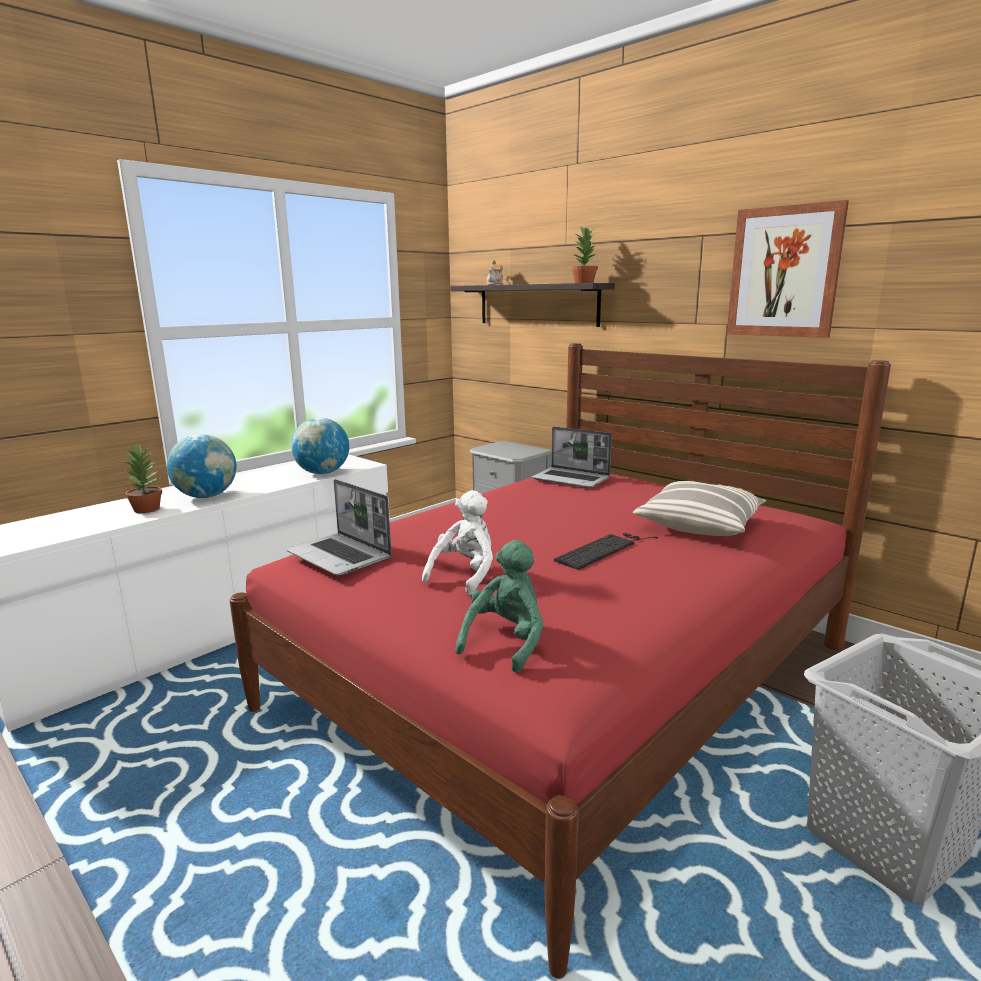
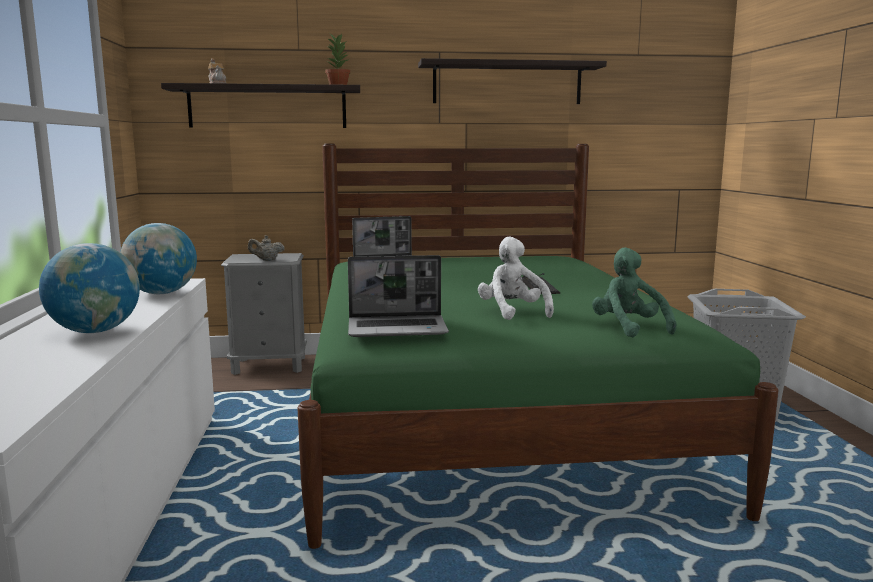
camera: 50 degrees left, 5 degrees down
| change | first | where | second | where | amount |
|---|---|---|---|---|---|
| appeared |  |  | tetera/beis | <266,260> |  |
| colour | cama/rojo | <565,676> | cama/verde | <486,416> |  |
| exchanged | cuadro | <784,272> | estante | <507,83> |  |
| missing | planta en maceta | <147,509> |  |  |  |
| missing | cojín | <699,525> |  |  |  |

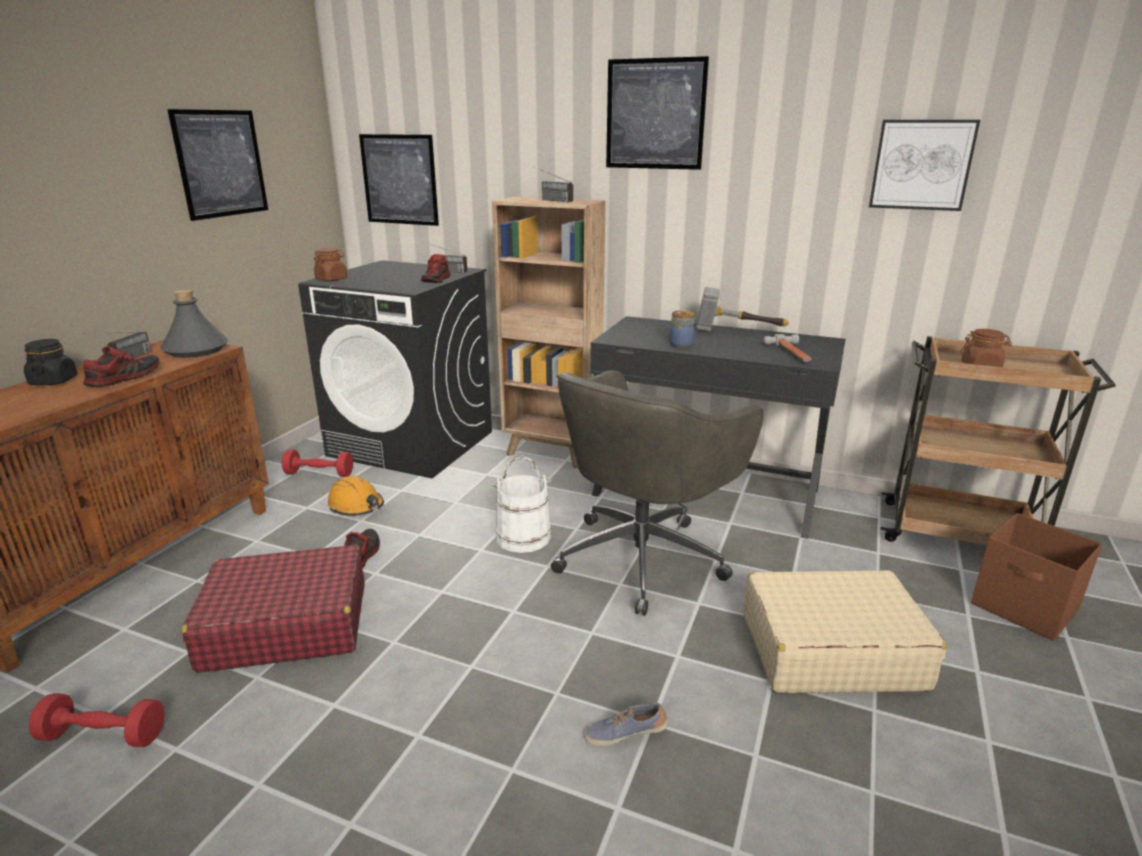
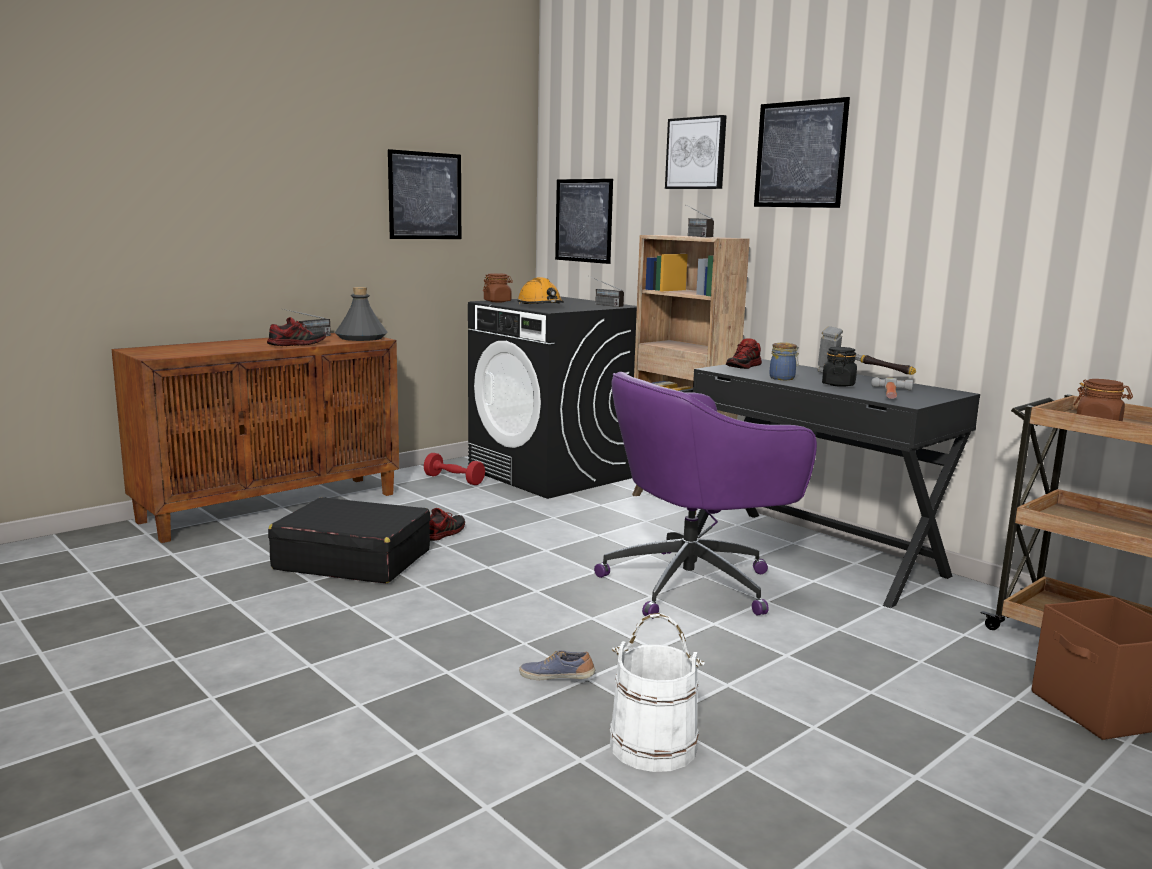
camera: 25 degrees right, 10 degrees down
| change | first | where | second | where | amount |
|---|---|---|---|---|---|
| colour | maleta/rojo | <286,626> | maleta/negro | <352,560> |  |
| relocated | casco/naranja | <356,506> |  | <540,306> |  |
| colour | silla de oficina/gris | <643,556> | silla de oficina/morado | <693,584> |  |
| relocated | cubo/blanco | <523,537> |  | <653,745> |  |
| relocated | cuadro | <921,165> |  | <696,153> |  |
| relocated | zapato | <436,280> |  | <744,366> |  |
| relocated | tarro/negro | <54,381> |  | <838,384> |  |
| missing | mancuerna/rojo | <103,736> |  |  |  |
| missing | maleta/beis | <830,650> |  |  |  |

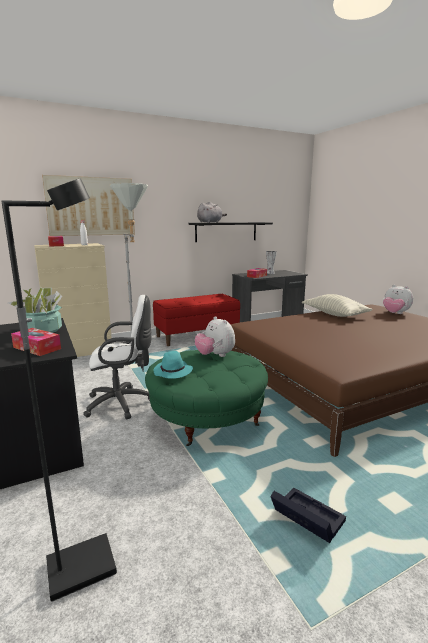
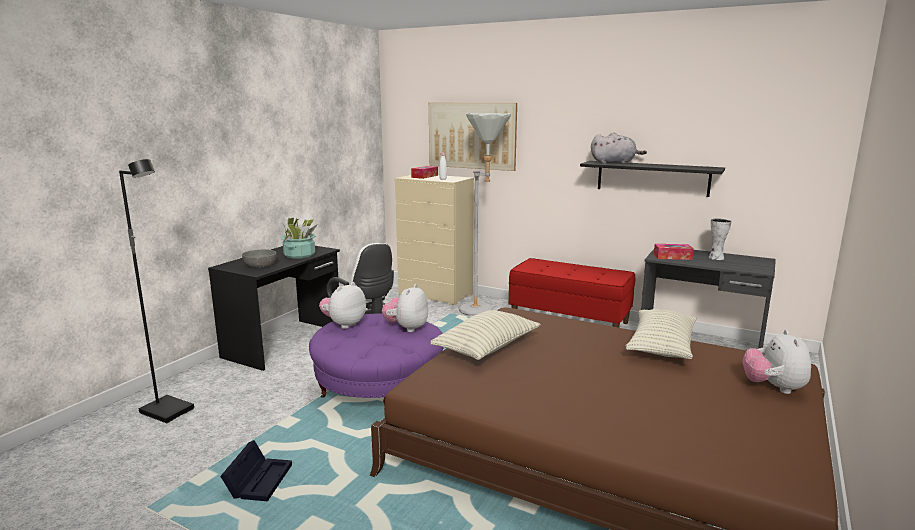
camera: 55 degrees right, 0 degrees up
| change | first | where | second | where | amount |
|---|---|---|---|---|---|
| exchanged | caja de pañuelos | <37,348> | cuenco/gris | <260,265> |  |
| colour | puf/verde | <207,417> | puf/morado | <379,390> |  |
| exchanged | sombrero/turquesa | <173,372> | peluche | <344,324> |  |
| appeared |  |  | cojín | <487,348> |  |

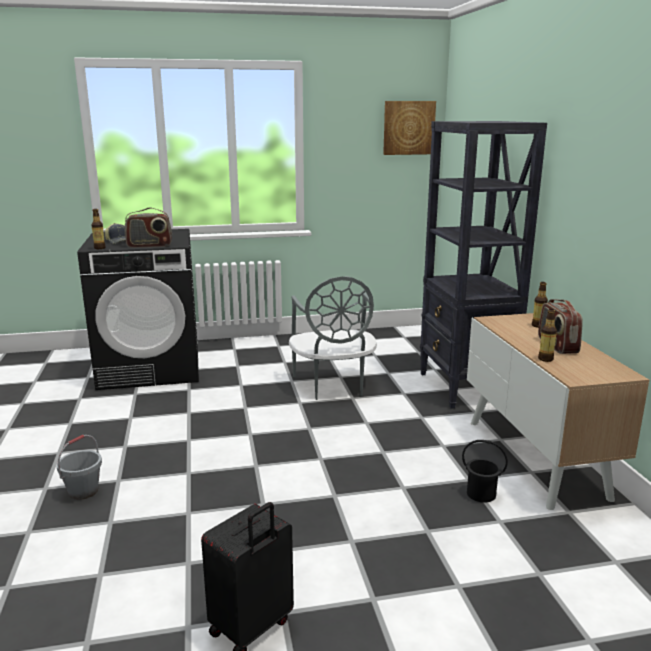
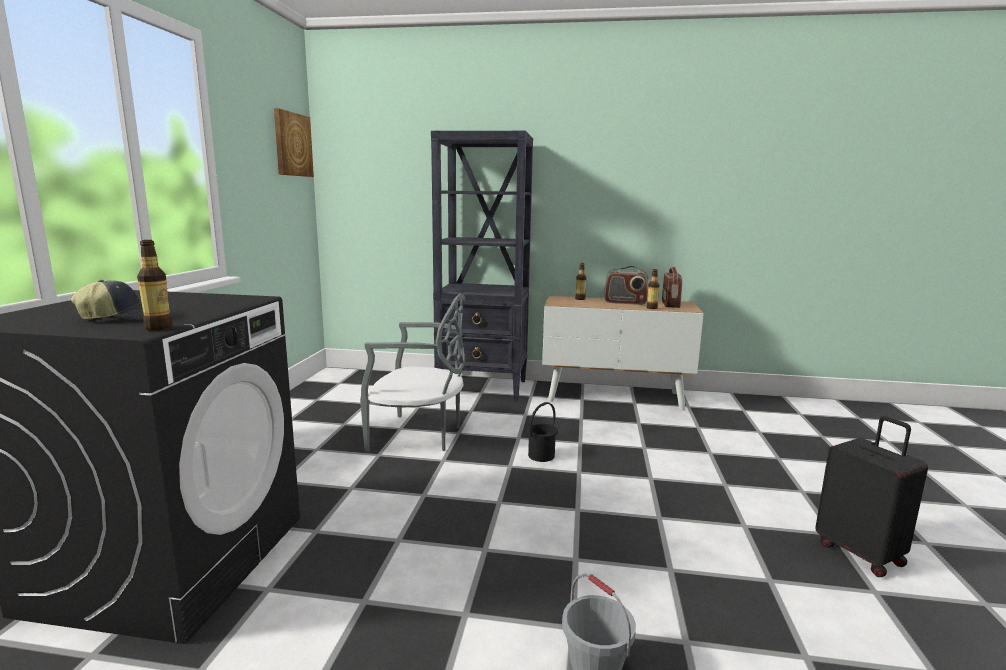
camera: 70 degrees left, 5 degrees down
| change | first | where | second | where | amount |
|---|---|---|---|---|---|
| relocated | cubo/negro | <481,493> |  | <540,455> |  |
| relocated | radio | <149,246> |  | <671,304> |  |

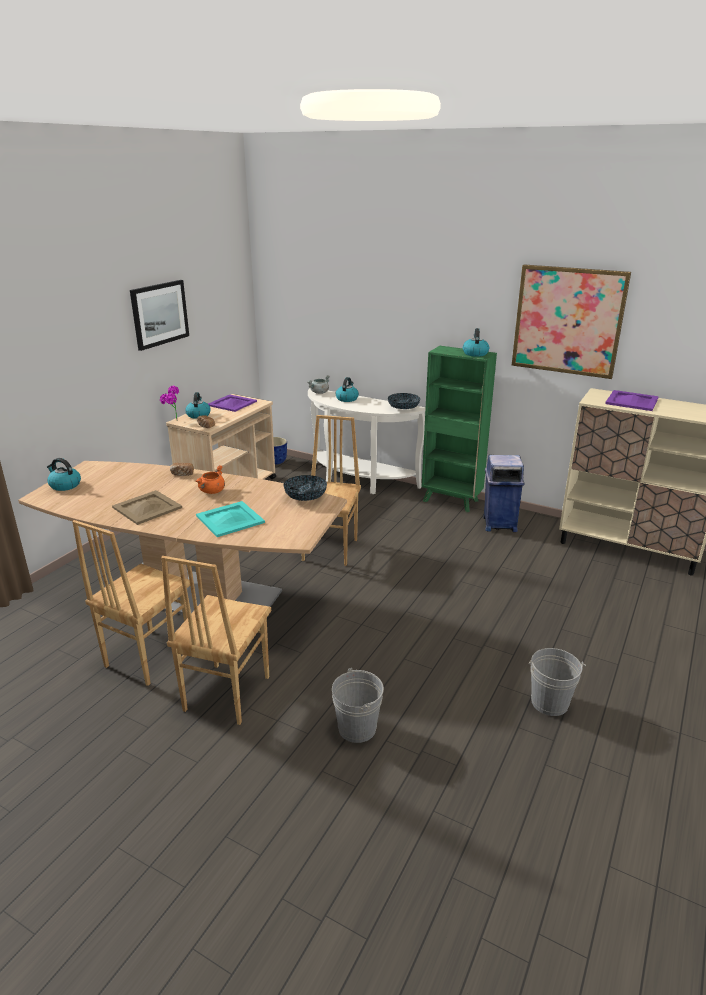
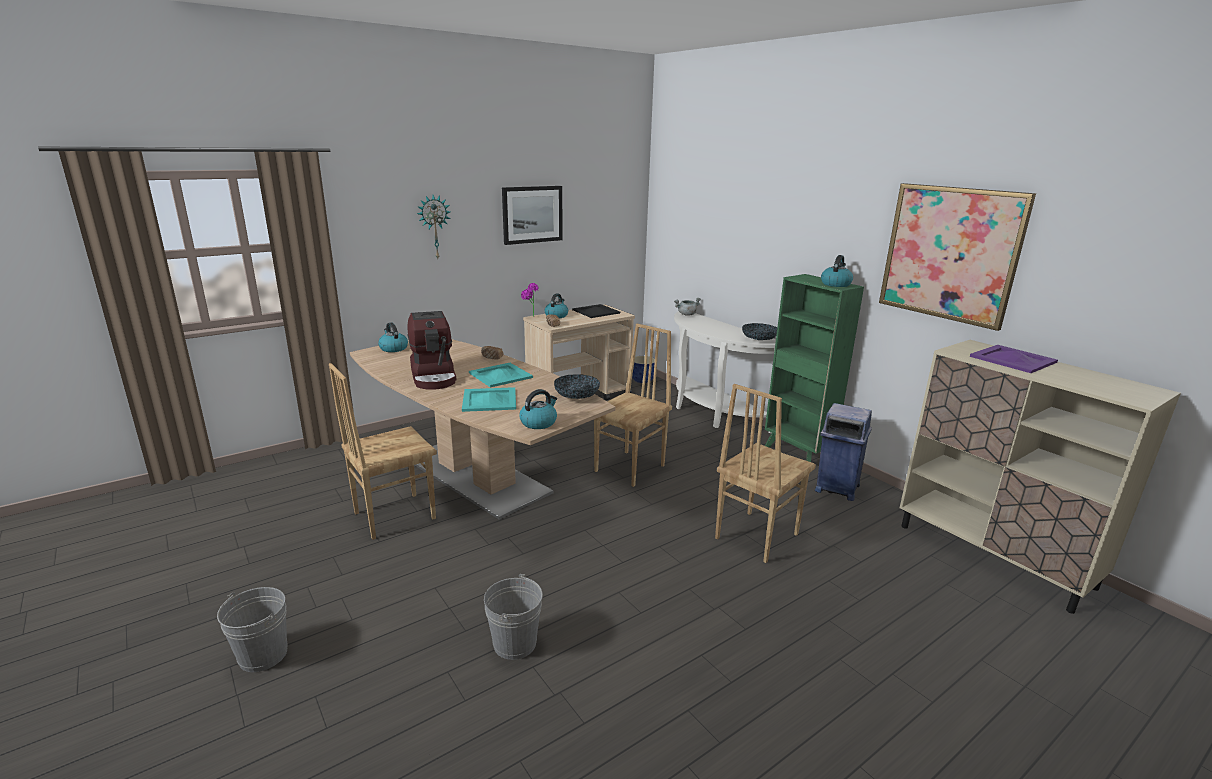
camera: 25 degrees right, 5 degrees down
| change | first | where | second | where | amount |
|---|---|---|---|---|---|
| relocated | cubo/gris | <549,702> |  | <263,655> |  |
| exchanged | bandeja/beis | <147,507> | cafetera | <434,376> |  |
| appeared |  |  | reloj de pared | <434,227> |  |
| exchanged | olla/naranja | <212,491> | bandeja/turquesa | <500,375> |  |
| relocated | hervidor | <347,399> |  | <538,422> |  |
| colour | bandeja/morado | <232,403> | bandeja/negro | <596,311> |  |
| relocated | silla/marrón | <225,693> |  | <755,536> |  |

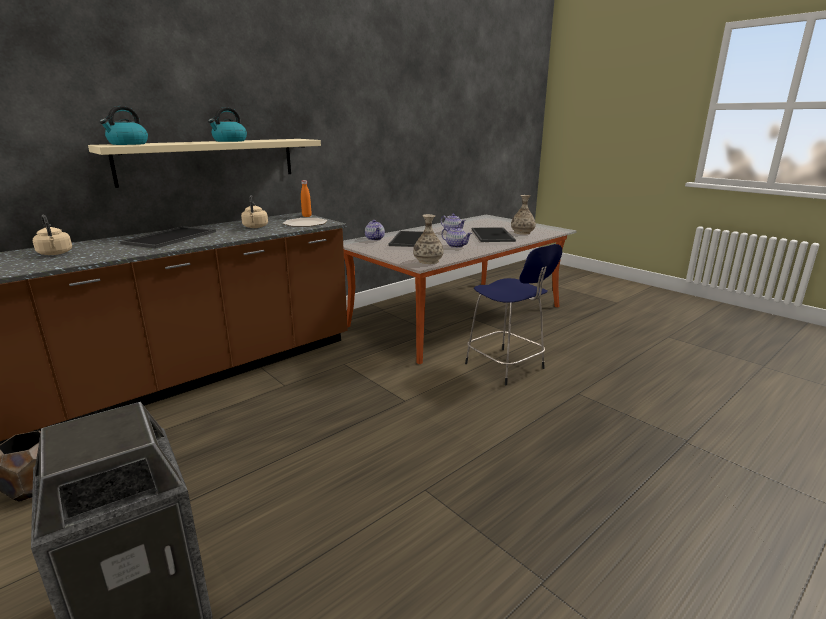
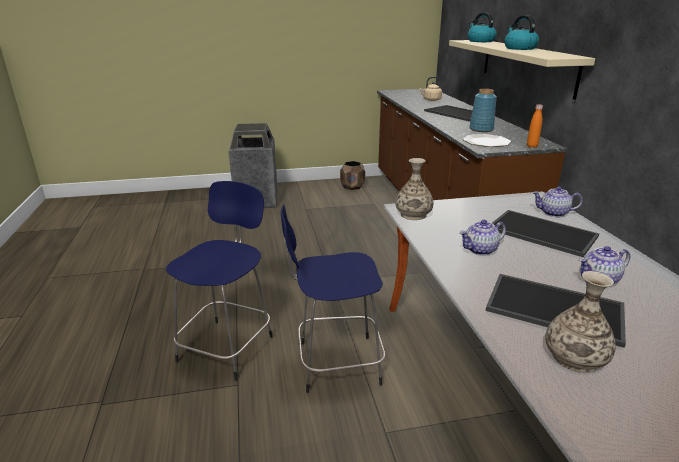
camera: 120 degrees right, 5 degrees up
| change | first | where | second | where | amount |
|---|---|---|---|---|---|
| appeared |  |  | taburete/azul | <228,346> |  |
| exchanged | hervidor/beis | <255,227> | florero/azul | <481,129> |  |

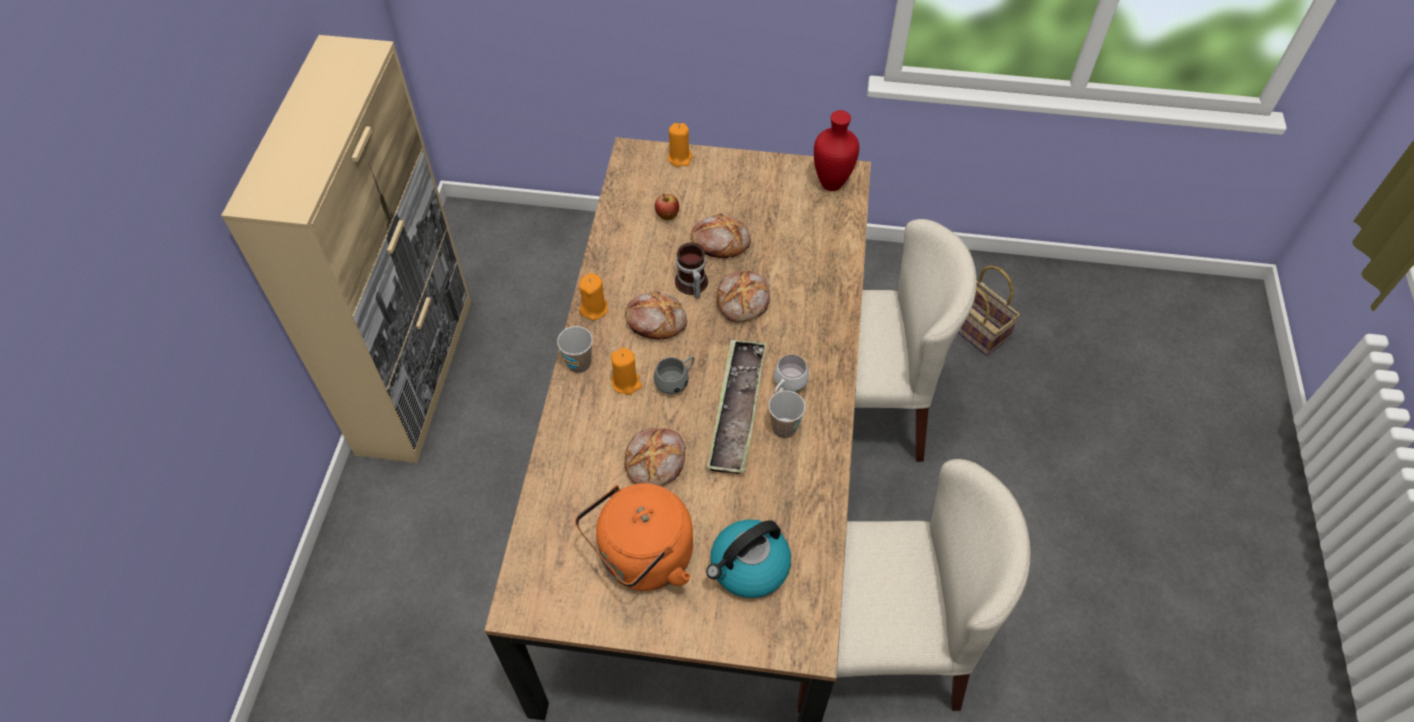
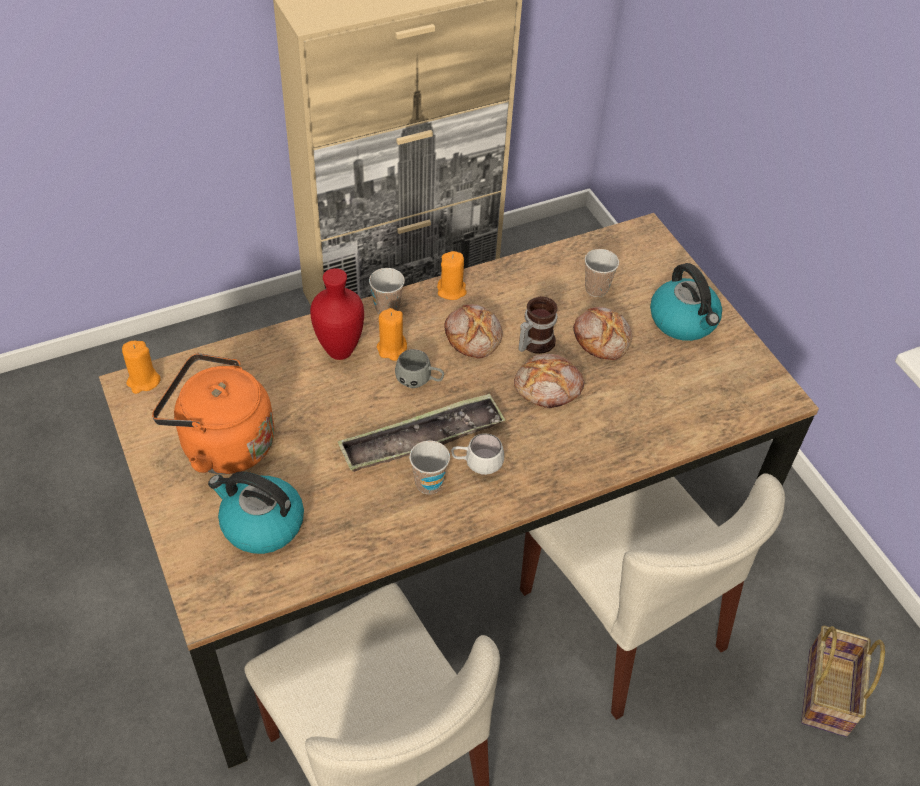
camera: 55 degrees right, 5 degrees down
| change | first | where | second | where | amount |
|---|---|---|---|---|---|
| relocated | vela/naranja | <680,158> |  | <143,381> |  |
| relocated | florero/rojo | <833,184> |  | <340,353> |  |
| exchanged | manzana | <667,216> | taza | <596,289> |  |
| appeared |  |  | hervidor | <684,321> |  |
| missing | pan | <656,462> |  |  |  |

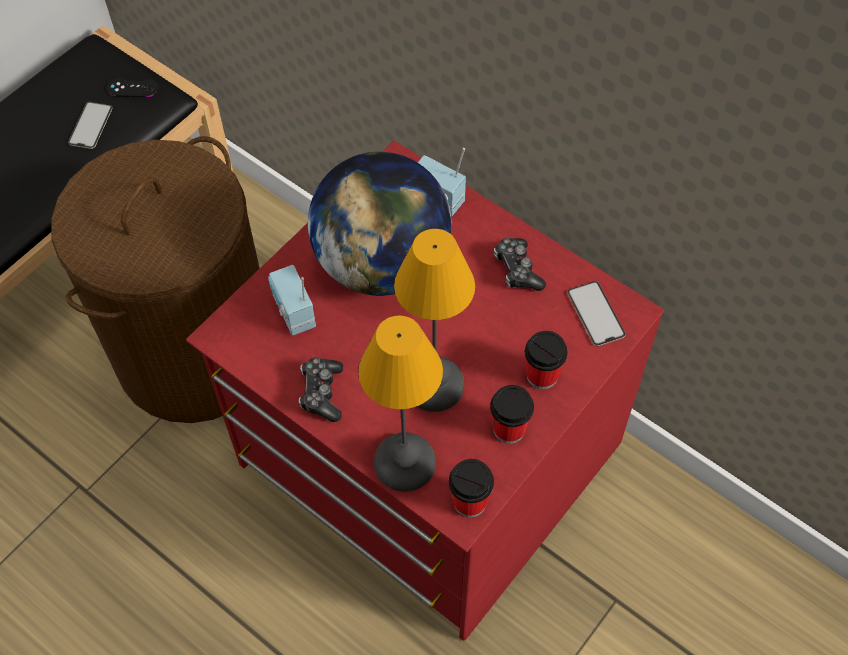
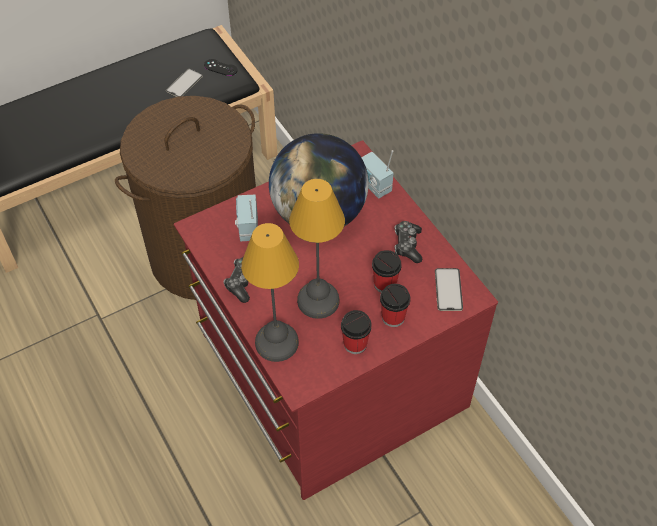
camera: 20 degrees right, 5 degrees down
| change | first | where | second | where | amount |
|---|---|---|---|---|---|
| relocated | taza | <469,501> |  | <385,284> |  |

